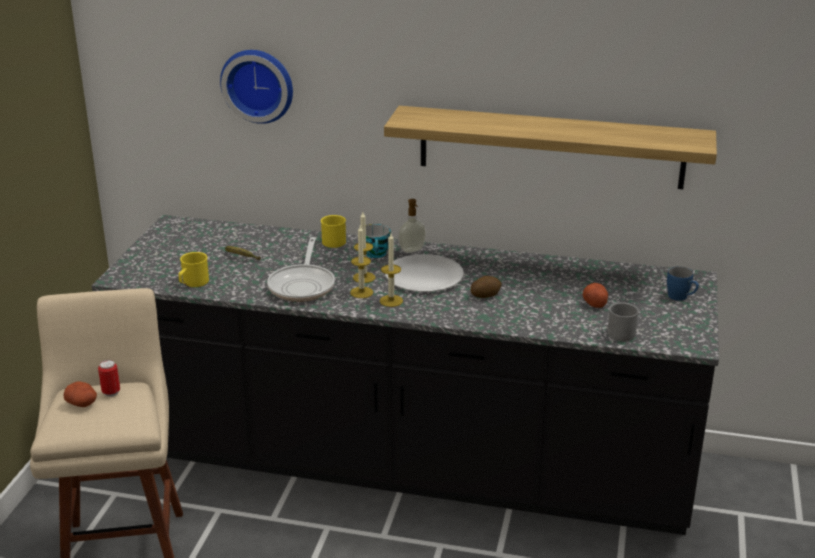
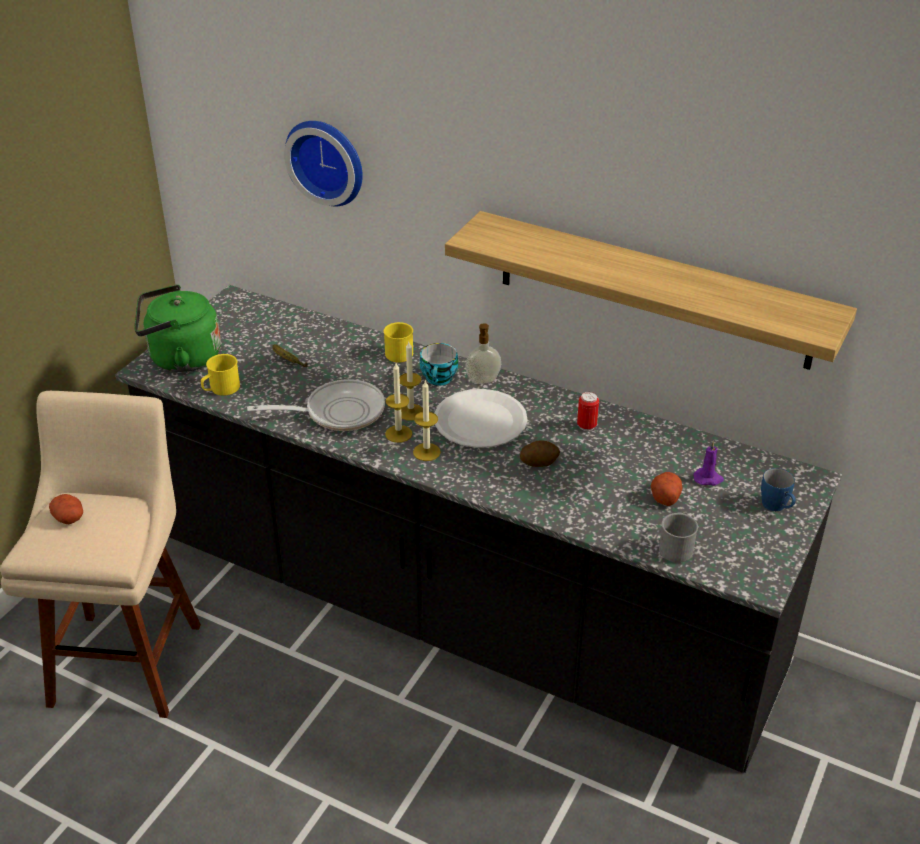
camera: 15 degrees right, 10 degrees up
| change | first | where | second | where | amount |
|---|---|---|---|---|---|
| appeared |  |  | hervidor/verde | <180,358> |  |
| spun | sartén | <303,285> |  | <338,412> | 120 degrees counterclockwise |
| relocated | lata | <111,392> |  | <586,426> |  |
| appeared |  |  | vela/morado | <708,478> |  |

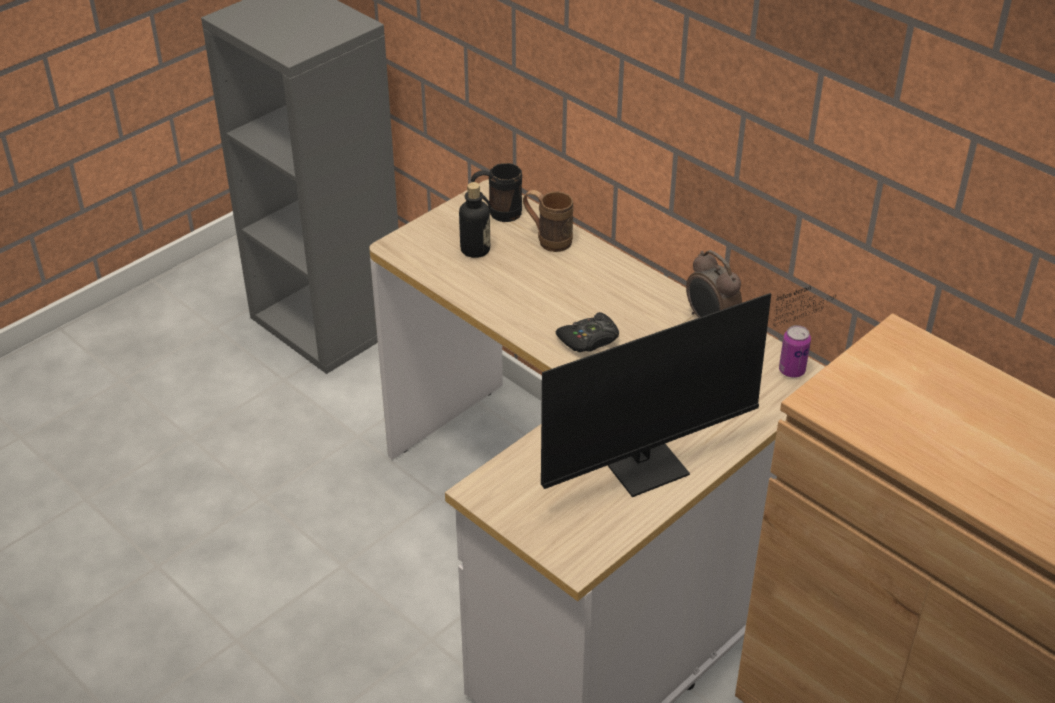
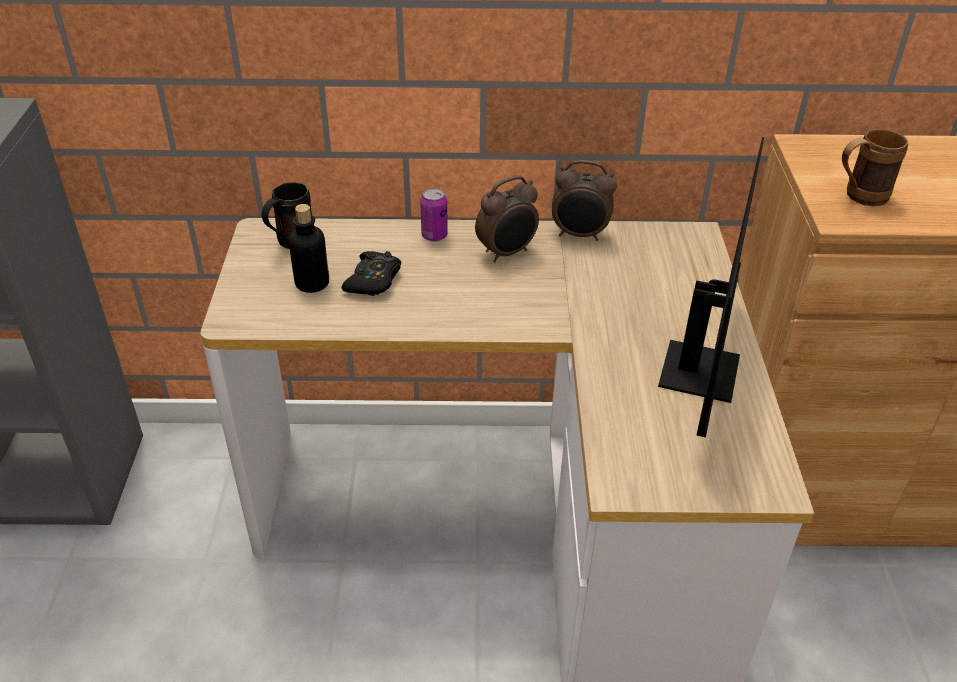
camera: 45 degrees left, 0 degrees up
| change | first | where | second | where | amount |
|---|---|---|---|---|---|
| relocated | mando de consola/negro | <589,339> |  | <373,280> |  |
| relocated | lata | <791,370> |  | <434,235> |  |
| appeared |  |  | despertador | <507,253> |  |
| relocated | taza grande/marrón | <547,240> |  | <858,197> |  |

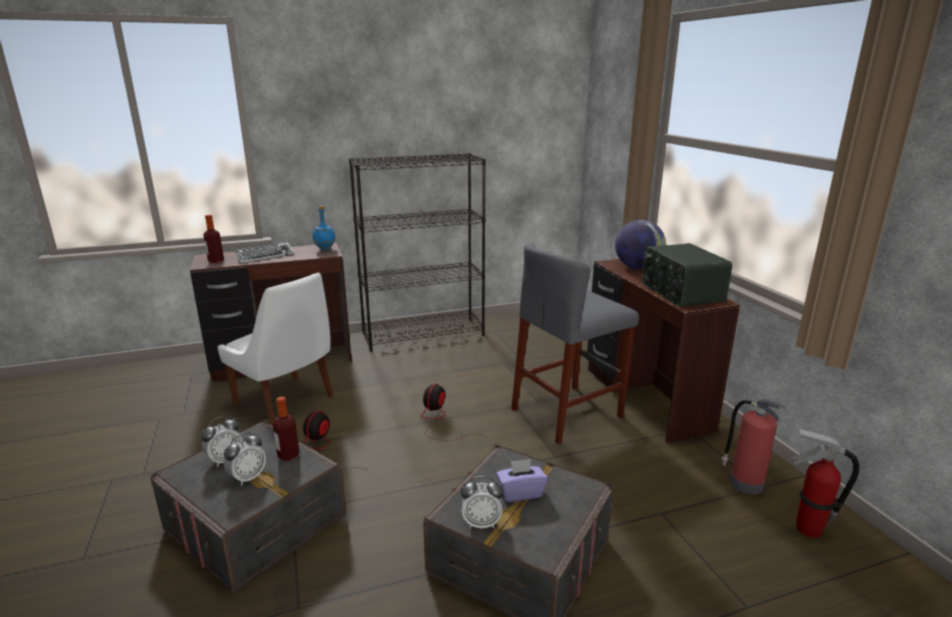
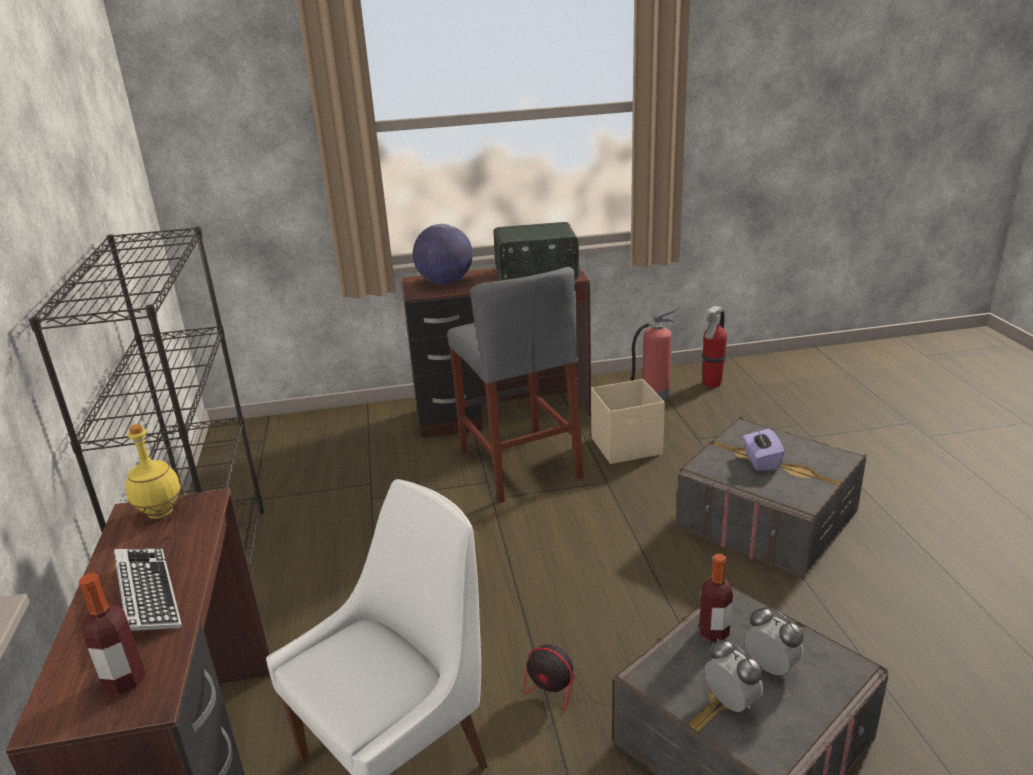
camera: 80 degrees left, 5 degrees up
| change | first | where | second | where | amount |
|---|---|---|---|---|---|
| colour | botella/azul | <325,249> | botella/amarillo | <161,512> |  |
| appeared |  |  | caja de almacenaje/beis | <627,446> |  |
| missing | ventilador | <439,421> |  |  |  |
| missing | despertador | <481,523> |  |  |  |

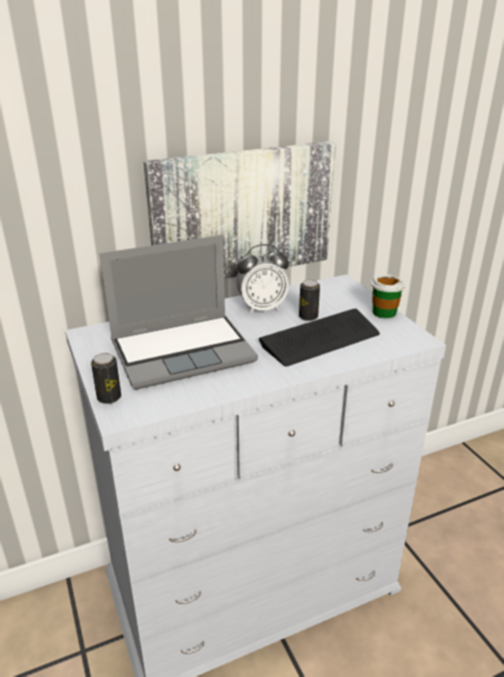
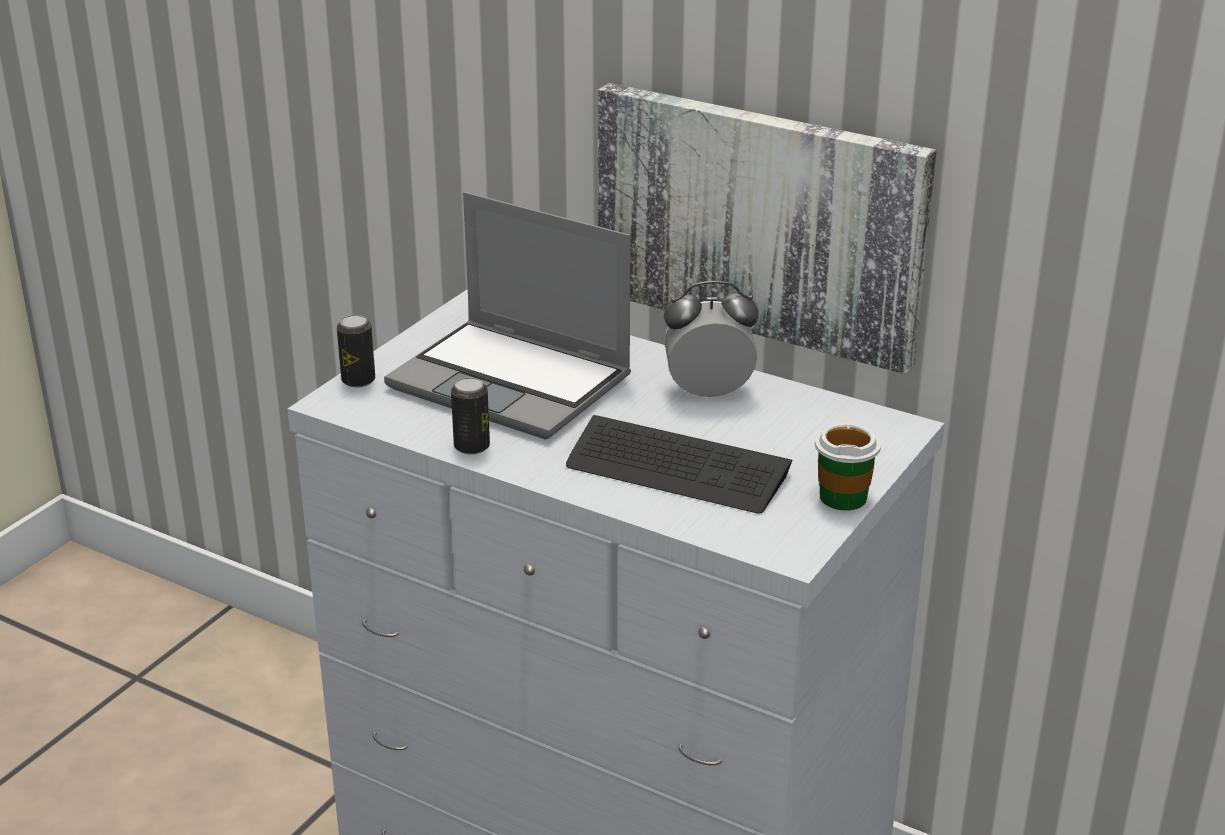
camera: 55 degrees right, 0 degrees up
| change | first | where | second | where | amount |
|---|---|---|---|---|---|
| relocated | lata | <308,317> |  | <472,446> |  |
| spun | despertador | <262,308> |  | <708,392> | 135 degrees clockwise |

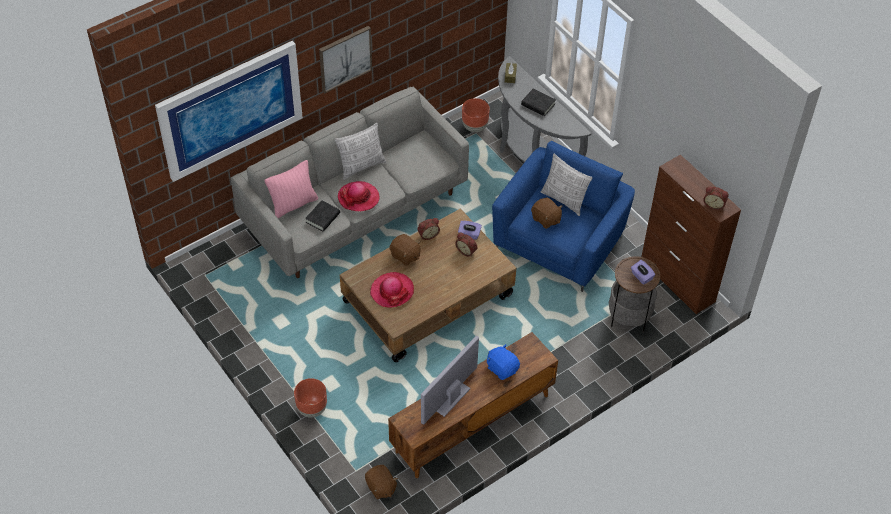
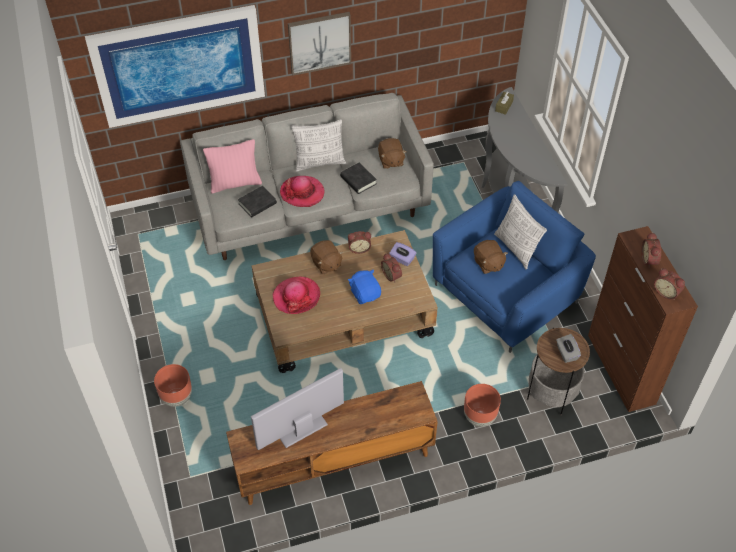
camera: 20 degrees right, 0 degrees up
| change | first | where | second | where | amount |
|---|---|---|---|---|---|
| relocated | libro/negro | <538,104> |  | <358,180> |  |
| relocated | peluche/azul | <502,368> |  | <365,294> |  |
| relocated | peluche/marrón | <381,487> |  | <390,161> |  |
| relocated | maceta/marrón | <474,127> |  | <479,416> |  |
| colour | caja de pañuelos/morado | <641,277> | caja de pañuelos/gris | <566,353> |  |
| appeared |  |  | despertador | <650,260> |  |

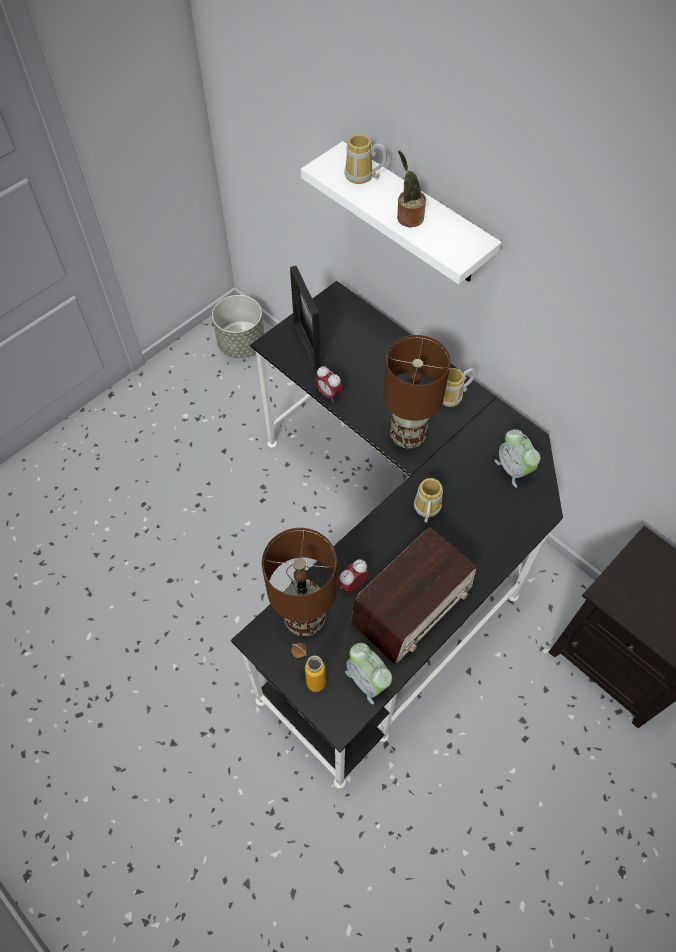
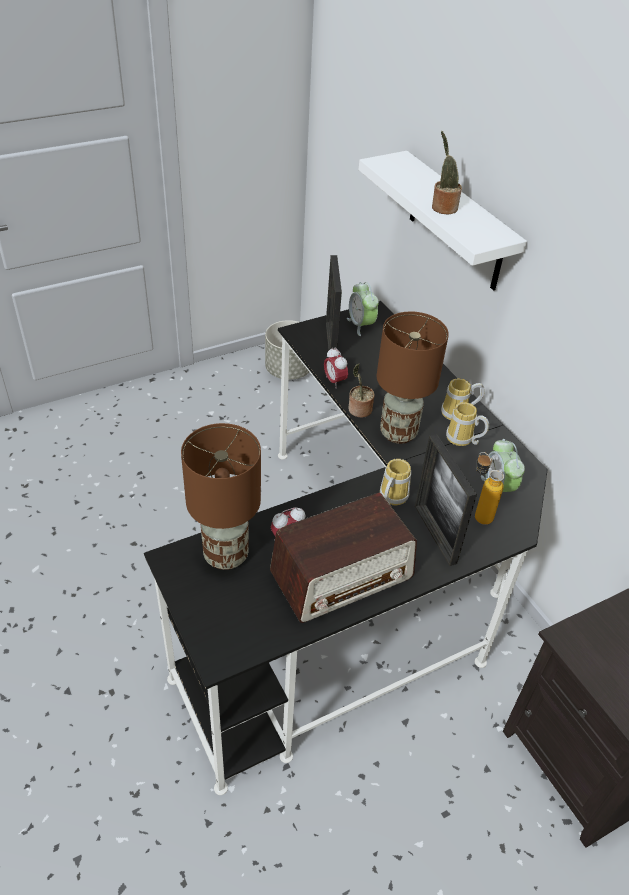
camera: 15 degrees right, 15 degrees down
| change | first | where | second | where | amount |
|---|---|---|---|---|---|
| relocated | despertador | <367,680> |  | <361,325> |  |
| appeared |  |  | planta en maceta | <359,410> |  |
| appeared |  |  | portarretratos | <435,534> |  |
| relocated | taza grande | <362,177> |  | <462,440> |  |
| relocated | botella | <309,678> |  | <478,513> |  |

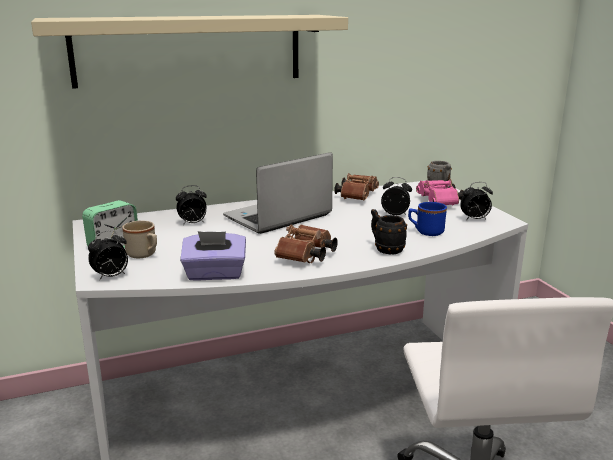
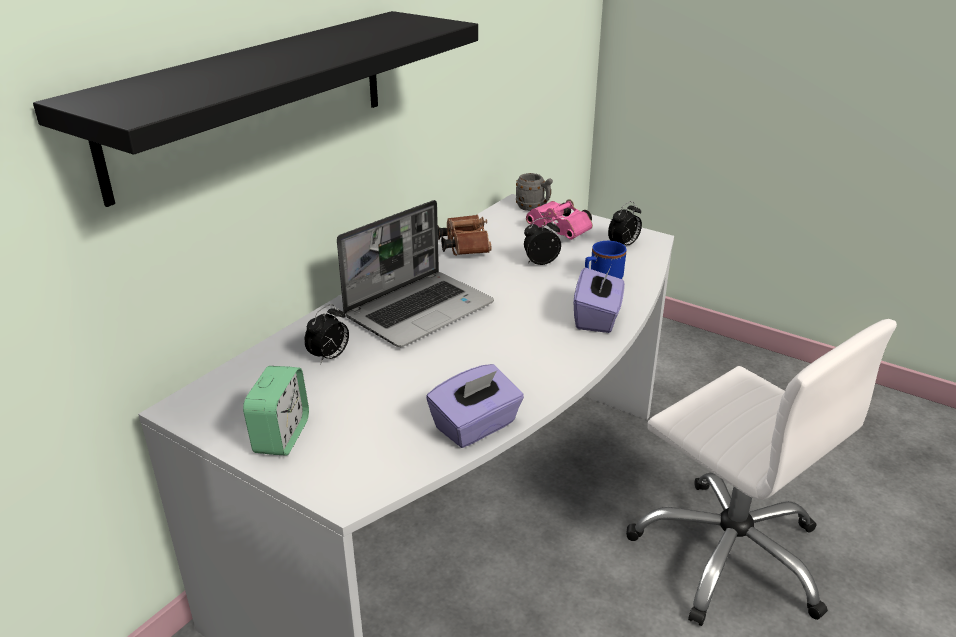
camera: 35 degrees left, 10 degrees up
| change | first | where | second | where | amount |
|---|---|---|---|---|---|
| colour | estante/beis | <189,50> | estante/negro | <253,99> |  |
| spun | portátil | <277,217> |  | <420,310> | 150 degrees counterclockwise |
| exchanged | taza grande/negro | <385,249> | caja de pañuelos/morado | <597,318> |  |
| missing | despertador | <111,277> |  |  |  |
| missing | taza grande/beis | <144,255> |  |  |  |
| missing | prismáticos/marrón | <306,257> |  |  |  |

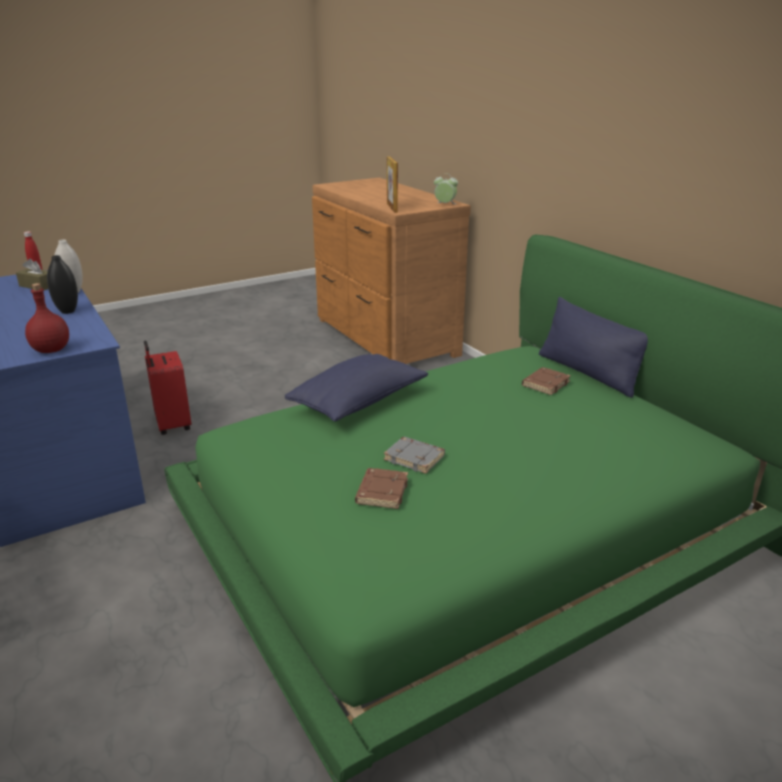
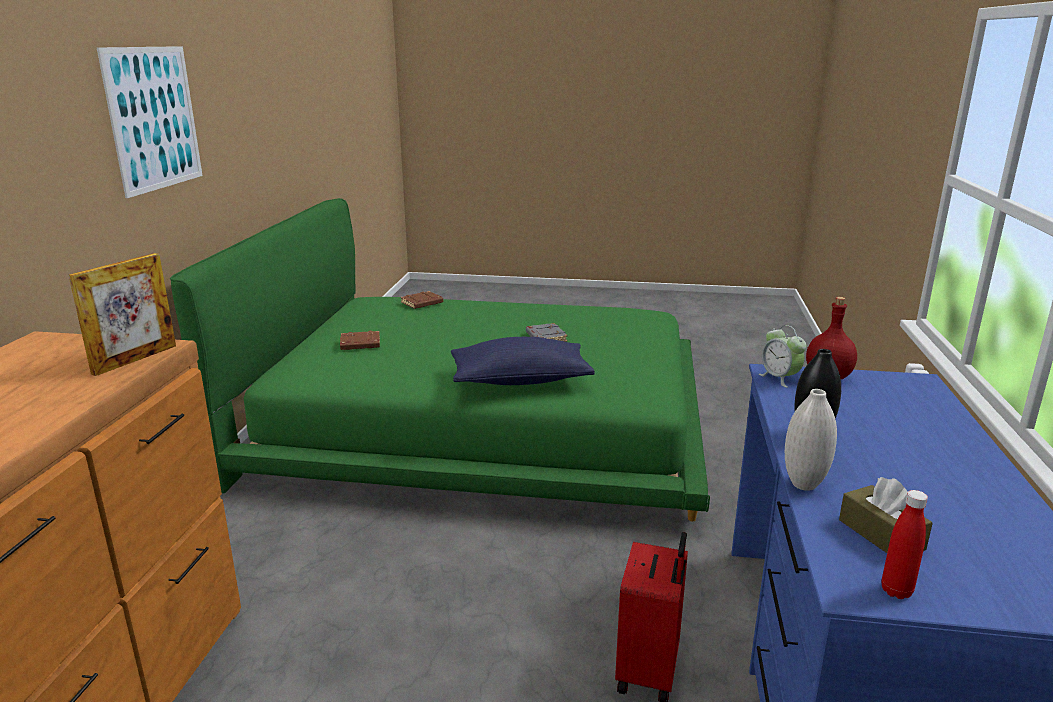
camera: 140 degrees left, 5 degrees down
| change | first | where | second | where | amount |
|---|---|---|---|---|---|
| appeared |  |  | cuadro | <154,118> |  |
| relocated | libro/marrón | <381,492> |  | <422,303> |  |
| relocated | despertador | <445,204> |  | <779,378> |  |
| missing | cojín/azul | <588,373> |  |  |  |

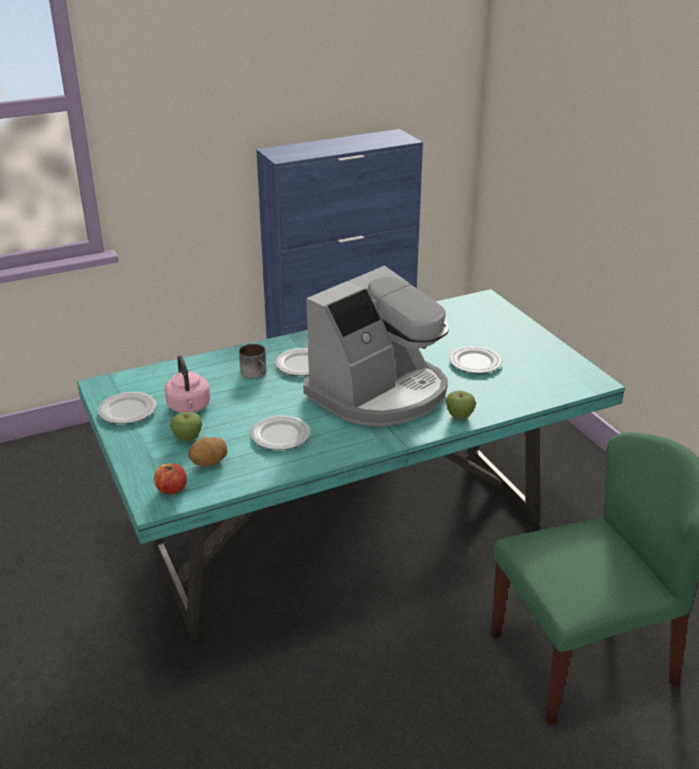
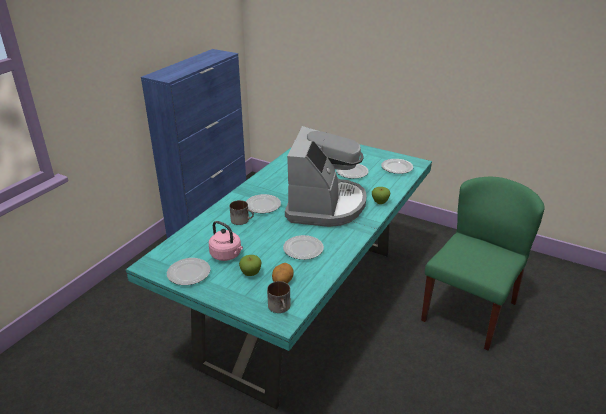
camera: 35 degrees left, 0 degrees up
| change | first | where | second | where | amount |
|---|---|---|---|---|---|
| exchanged | manzana | <171,489> | taza grande | <281,307> |  |
| appeared |  |  | plato | <396,168> |  |

